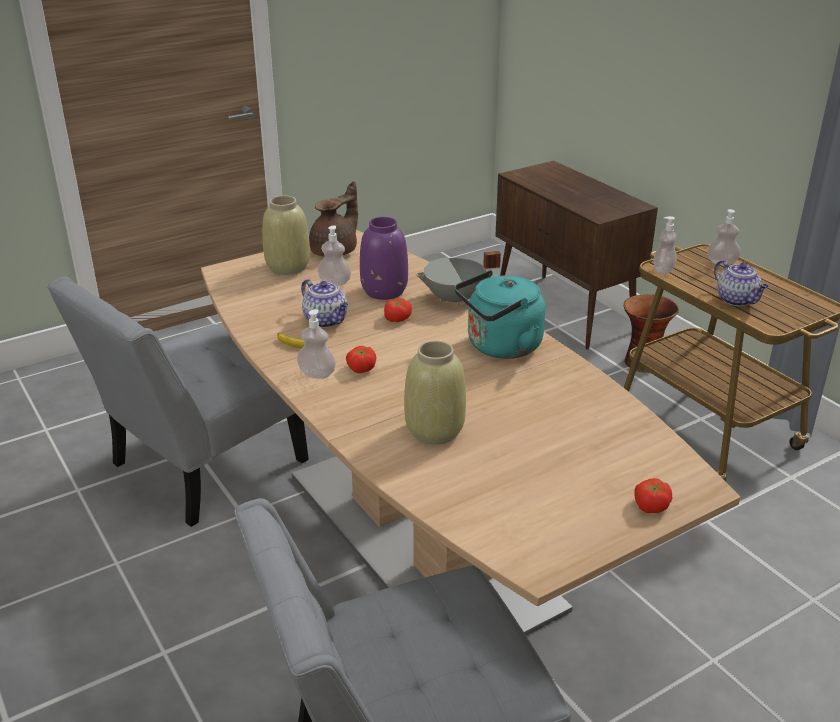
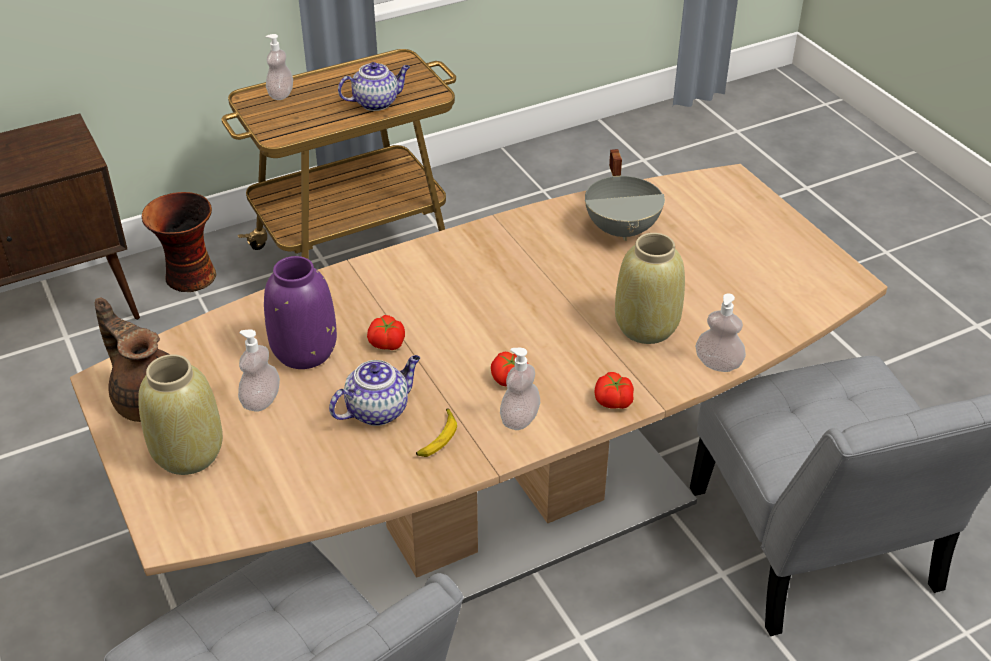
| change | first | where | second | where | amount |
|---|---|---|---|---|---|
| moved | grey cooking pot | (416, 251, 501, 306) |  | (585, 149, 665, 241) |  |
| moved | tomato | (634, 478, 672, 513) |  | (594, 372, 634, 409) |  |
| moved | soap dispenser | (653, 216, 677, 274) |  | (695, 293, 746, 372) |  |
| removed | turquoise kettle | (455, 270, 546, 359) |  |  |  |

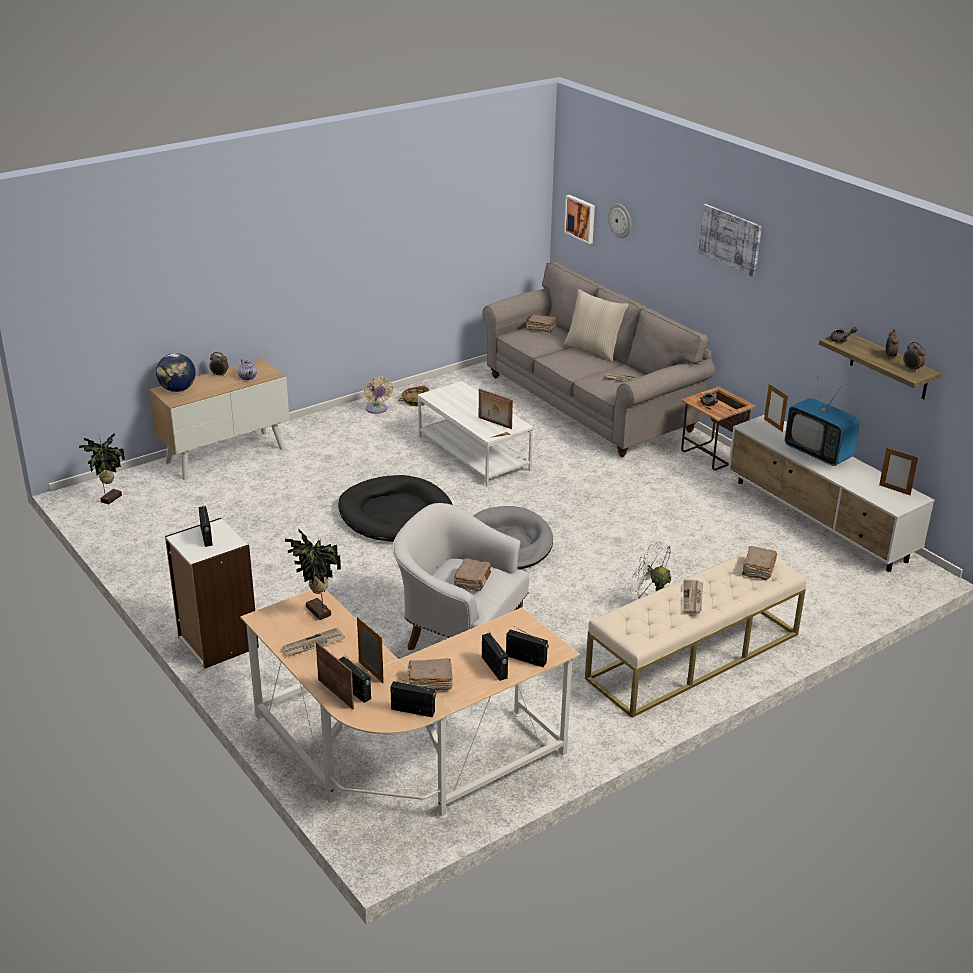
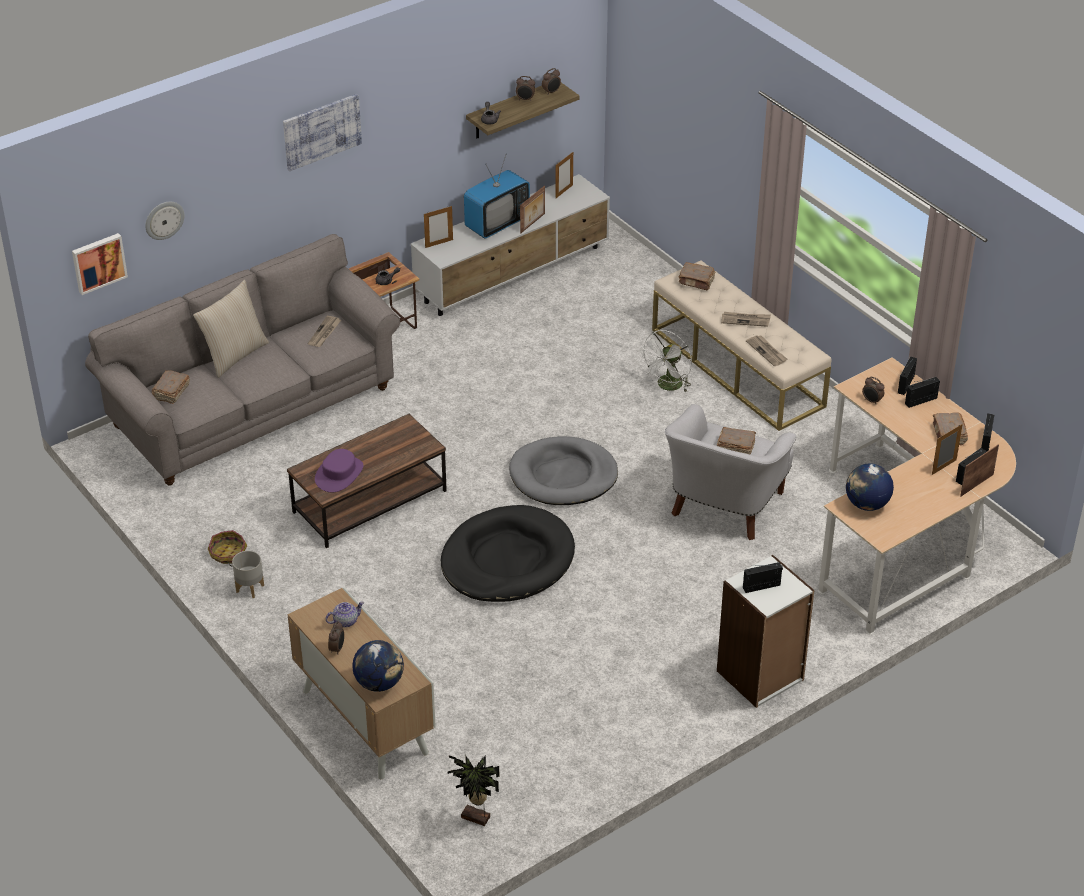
| change | first | where | second | where | amount |
|---|---|---|---|---|---|
| replaced | beige fan | (364, 376, 393, 414) | grey planter | (232, 551, 264, 598) |  |
| recoloured | white coffee table | (417, 381, 534, 486) | brown coffee table | (287, 414, 447, 548) |  |
| added |  |  | purple hat | (315, 449, 364, 492) |  |
| moved | picture frame | (479, 389, 513, 429) |  | (520, 186, 545, 233) |  |
| moved | newspaper | (283, 627, 345, 656) |  | (746, 335, 787, 366) |  |
| replaced | potted plant | (285, 529, 341, 620) | globe | (846, 463, 894, 511) |  |
| added |  |  | alarm clock | (862, 377, 884, 405) |  |

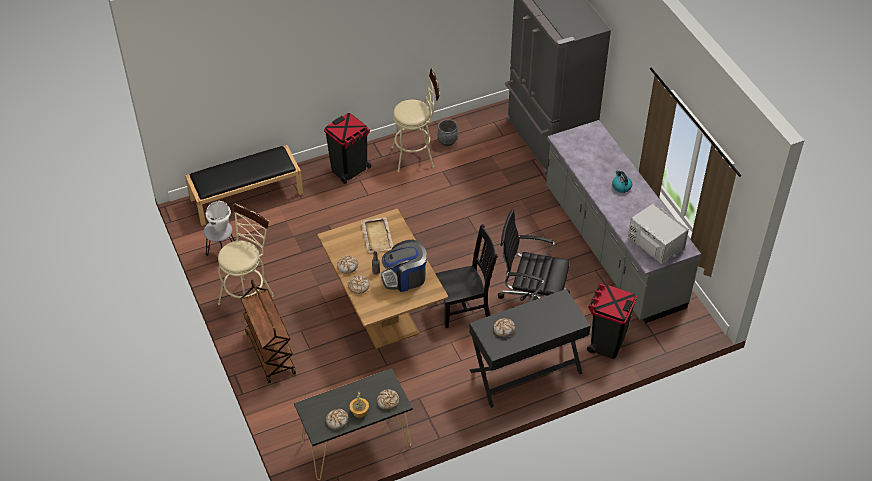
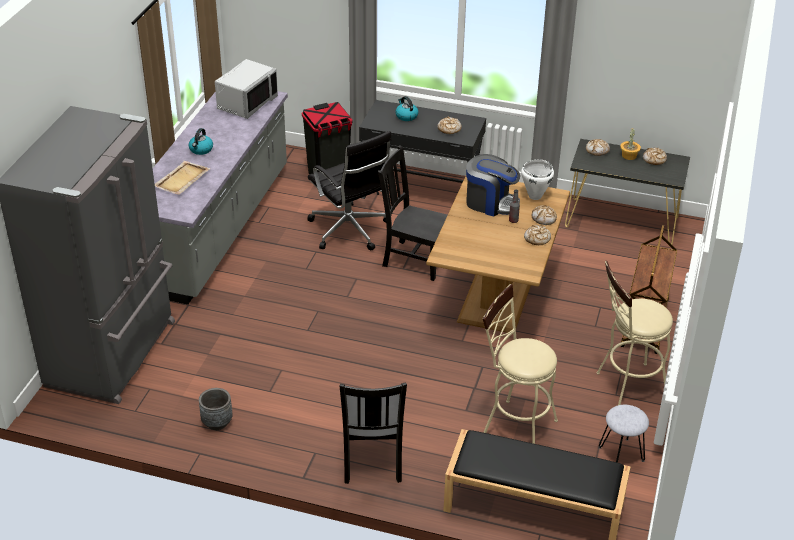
| change | first | where | second | where | amount |
|---|---|---|---|---|---|
| moved | beige tray | (360, 217, 393, 252) |  | (155, 161, 210, 195) |  |
| turned | grey microwave | (628, 203, 689, 264) |  | (215, 59, 278, 119) | 150 degrees counterclockwise |
| replaced | black trash can | (324, 113, 371, 184) | black chair | (340, 383, 407, 484) |  |
| added |  |  | kettle | (395, 96, 418, 121) |  |
| moved | beige stool | (392, 68, 440, 173) |  | (483, 284, 558, 444) |  |
| moved | white cooking pot | (206, 201, 231, 232) |  | (521, 159, 554, 200) |  |

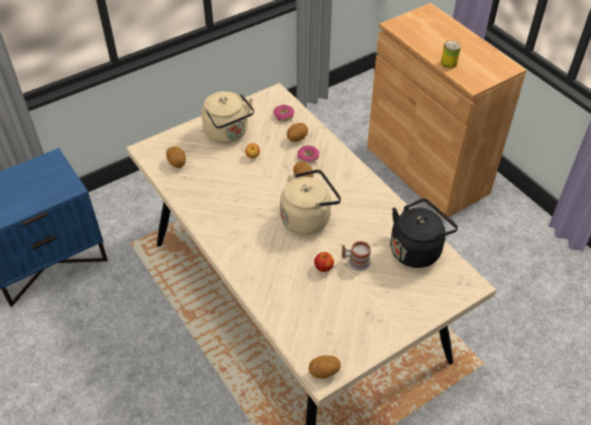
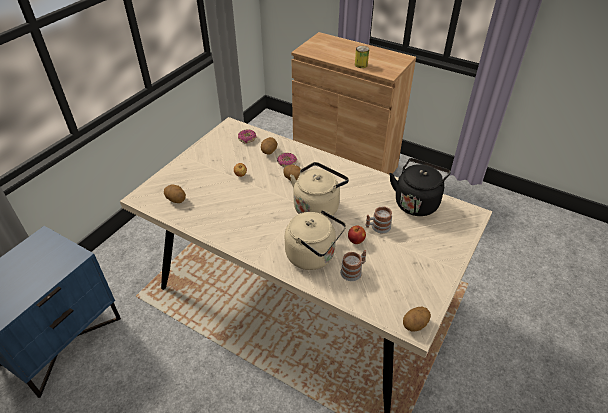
| change | first | where | second | where | amount |
|---|---|---|---|---|---|
| moved | beige kettle | (202, 91, 254, 143) |  | (285, 210, 346, 270) |  |
| added |  |  | mug | (340, 250, 366, 281) |  |

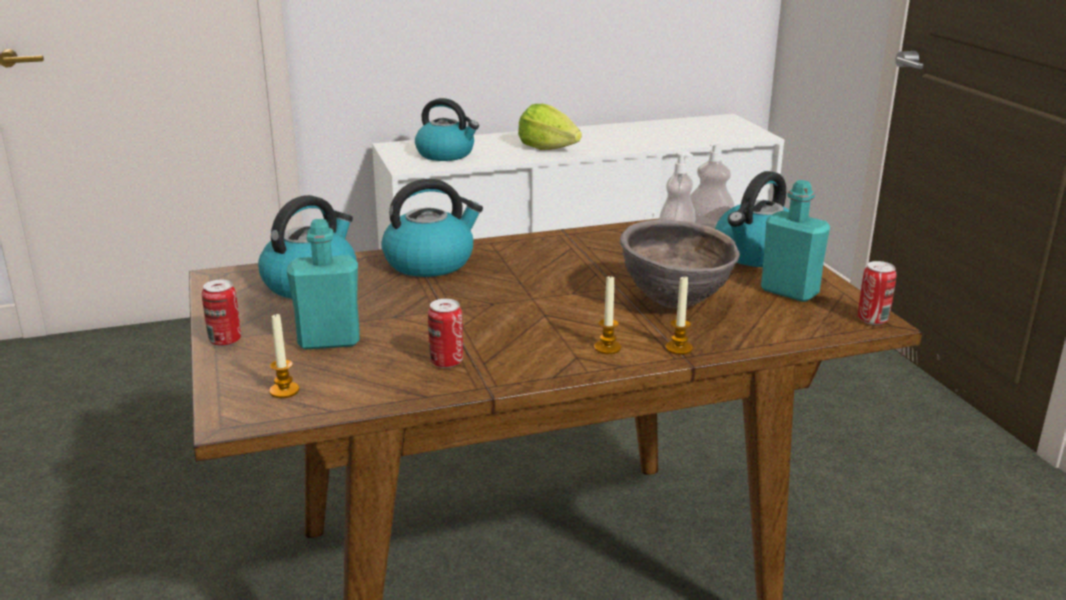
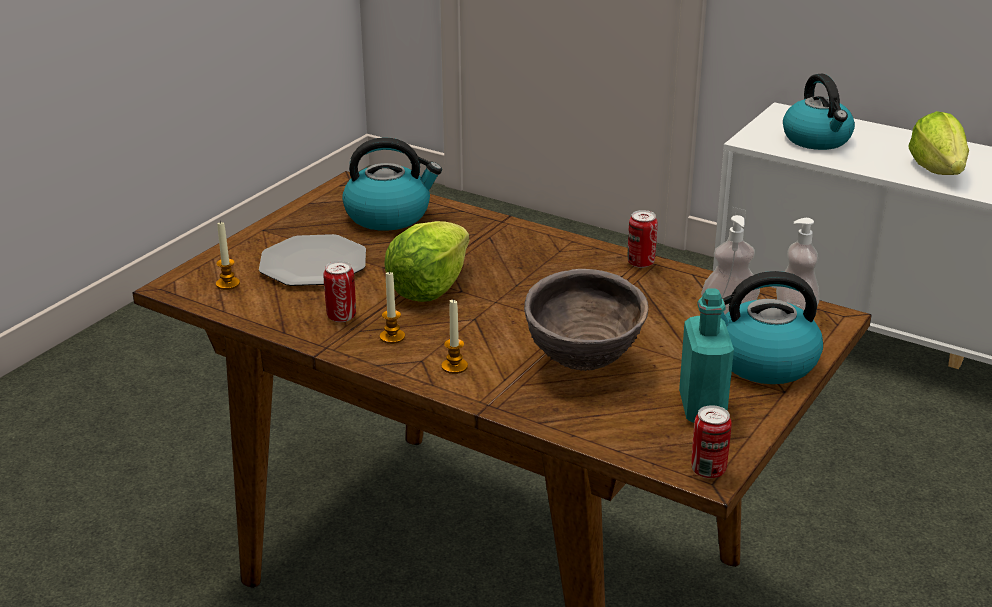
| change | first | where | second | where | amount |
|---|---|---|---|---|---|
| replaced | turquoise bottle | (287, 219, 360, 350) | plate | (259, 234, 366, 286) |  |
| moved | candle | (666, 277, 693, 355) |  | (380, 271, 405, 344) |  |
| added |  |  | lettuce | (384, 221, 469, 302) |  |
| moved | can | (202, 280, 241, 346) |  | (628, 210, 657, 268) |  |
| removed | kettle | (381, 179, 483, 277) |  |  |  |

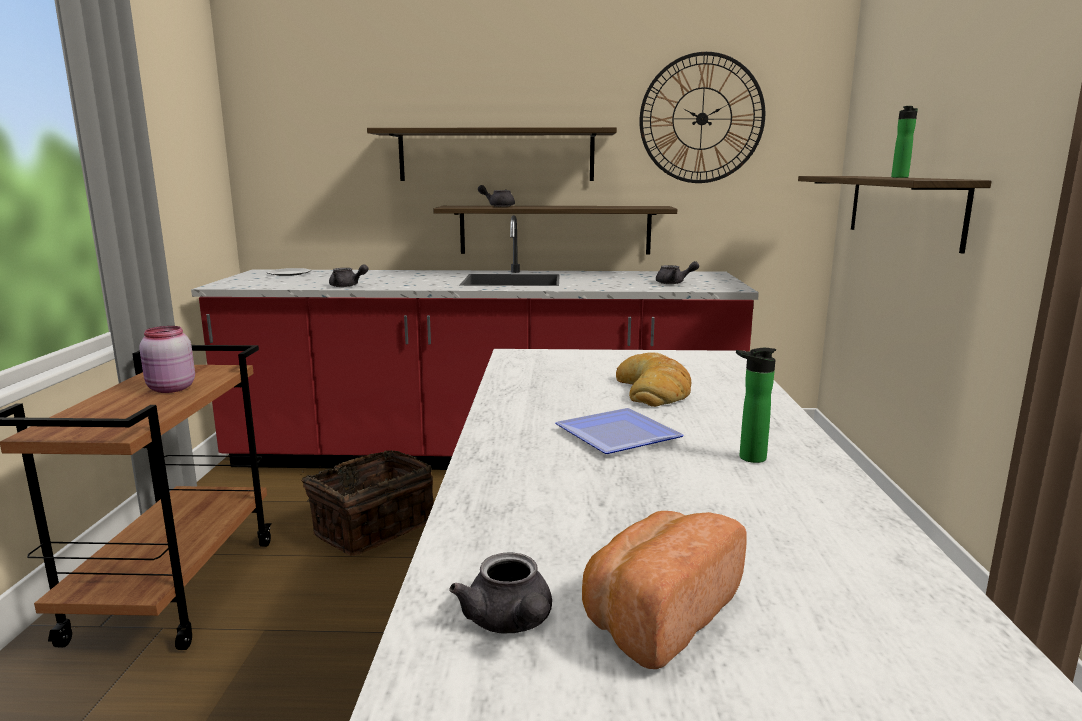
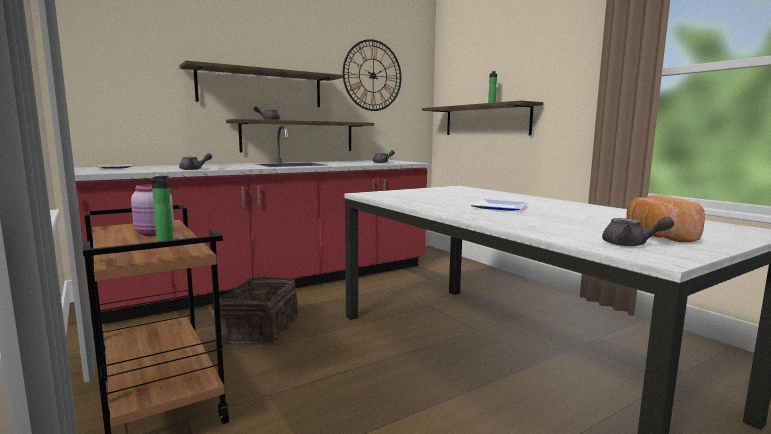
| change | first | where | second | where | amount |
|---|---|---|---|---|---|
| moved | bottle | (736, 348, 776, 463) |  | (144, 176, 173, 241) |  |
| removed | bread | (616, 352, 691, 407) |  |  |  |

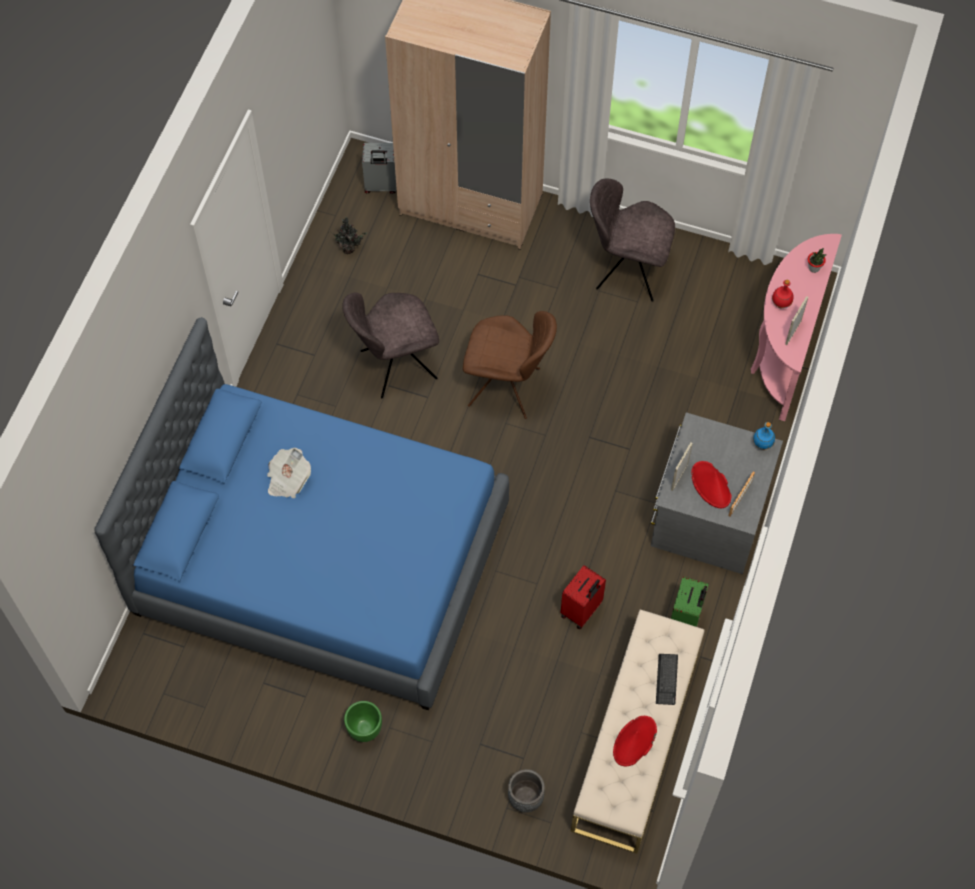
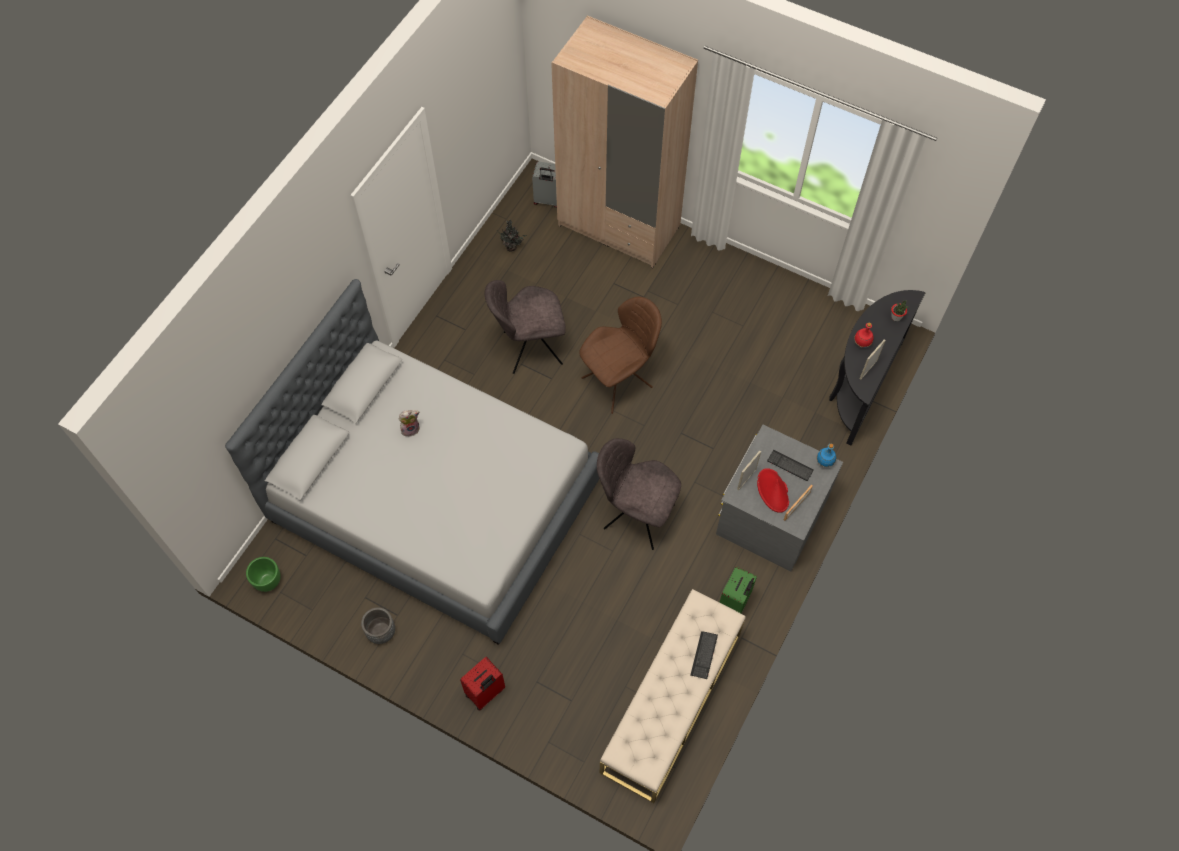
| change | first | where | second | where | amount |
|---|---|---|---|---|---|
| recoloured | blue bed | (95, 317, 509, 710) | grey bed | (225, 279, 599, 645) |  |
| moved | green planter | (344, 701, 382, 742) |  | (246, 557, 281, 592) |  |
| moved | grey planter | (508, 769, 545, 812) |  | (361, 607, 395, 644) |  |
| replaced | newspaper | (267, 448, 311, 498) | plush toy | (399, 410, 420, 436) |  |
| moved | red suitcase | (561, 565, 606, 629) |  | (460, 657, 505, 711) |  |
| turned | brown chair | (463, 311, 557, 419) |  | (579, 297, 662, 414) | 60 degrees counterclockwise |
| moved | grey chair | (590, 179, 675, 302) |  | (597, 438, 681, 550) |  |
| added |  |  | keyboard | (767, 450, 814, 481) |  |
| recoloured | pink console table | (751, 234, 842, 421) | black console table | (829, 290, 926, 445) |  |
| removed | red hat | (613, 716, 657, 766) |  |  |  |

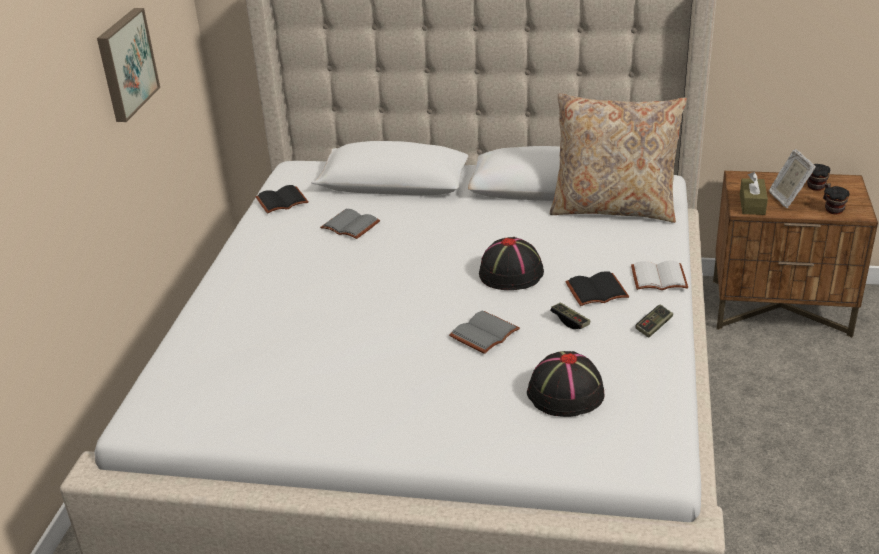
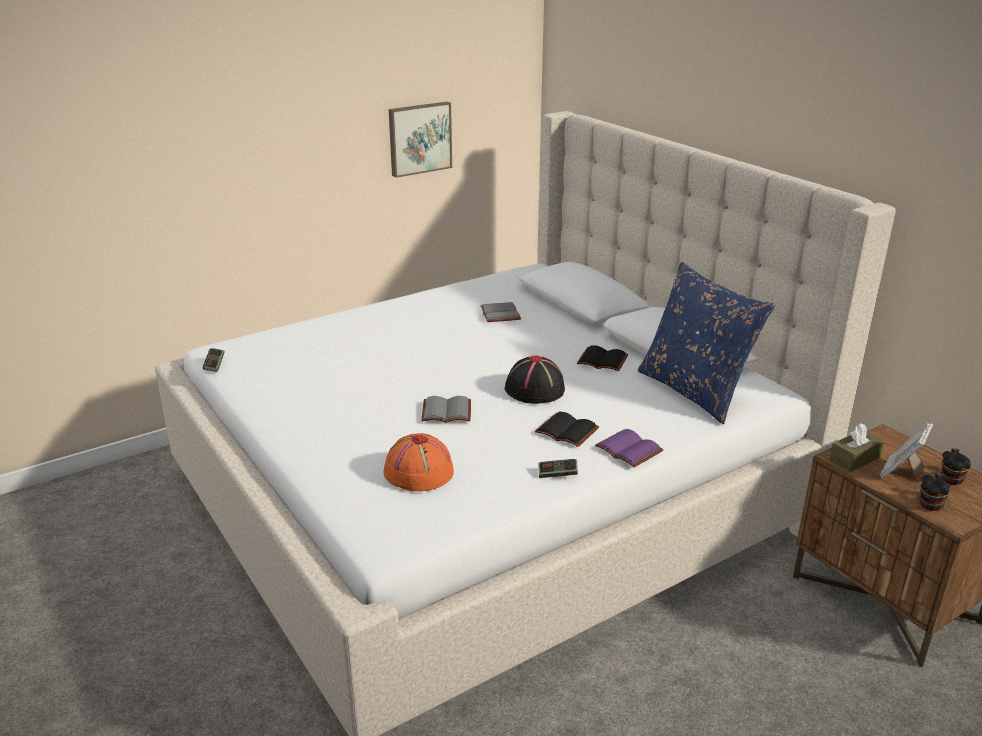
| change | first | where | second | where | amount |
|---|---|---|---|---|---|
| moved | game controller | (550, 302, 591, 329) |  | (203, 348, 224, 372) |  |
| recoloured | black hat | (527, 351, 605, 417) | orange hat | (384, 433, 454, 491) |  |
| moved | black book | (256, 185, 309, 214) |  | (577, 345, 628, 372) |  |
| recoloured | white book | (631, 261, 688, 290) | purple book | (595, 429, 663, 467) |  |
| recoloured | beige pillow | (550, 93, 687, 223) | blue pillow | (638, 262, 775, 424) |  |

